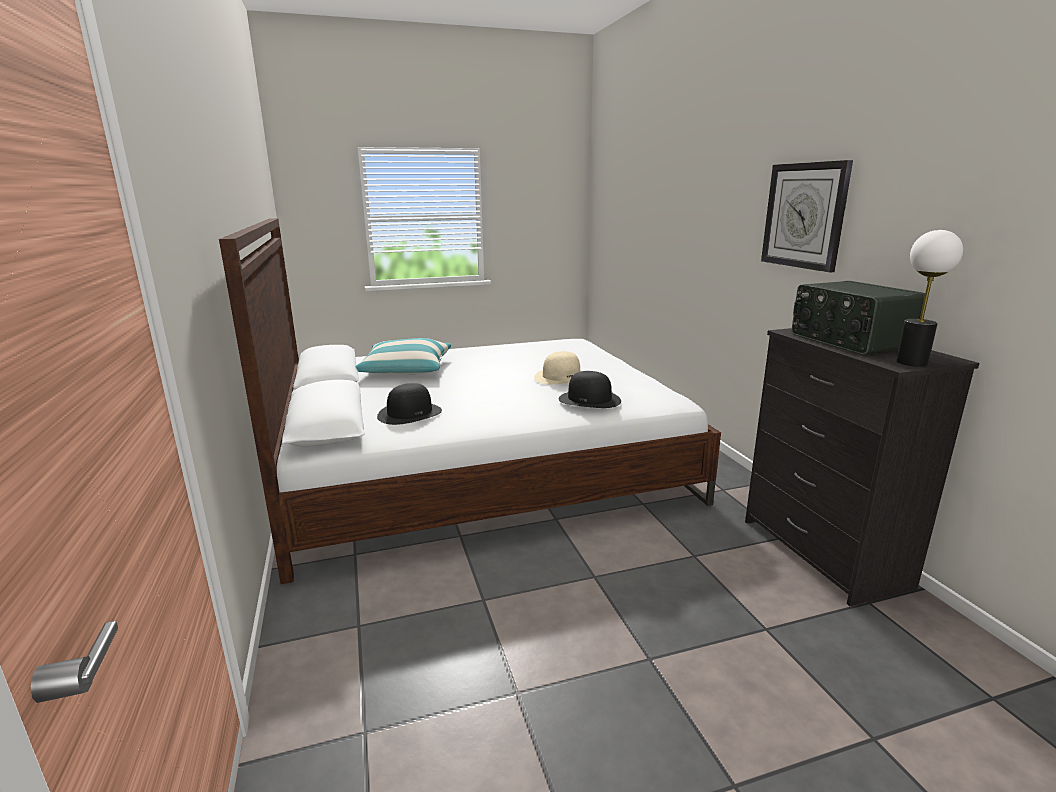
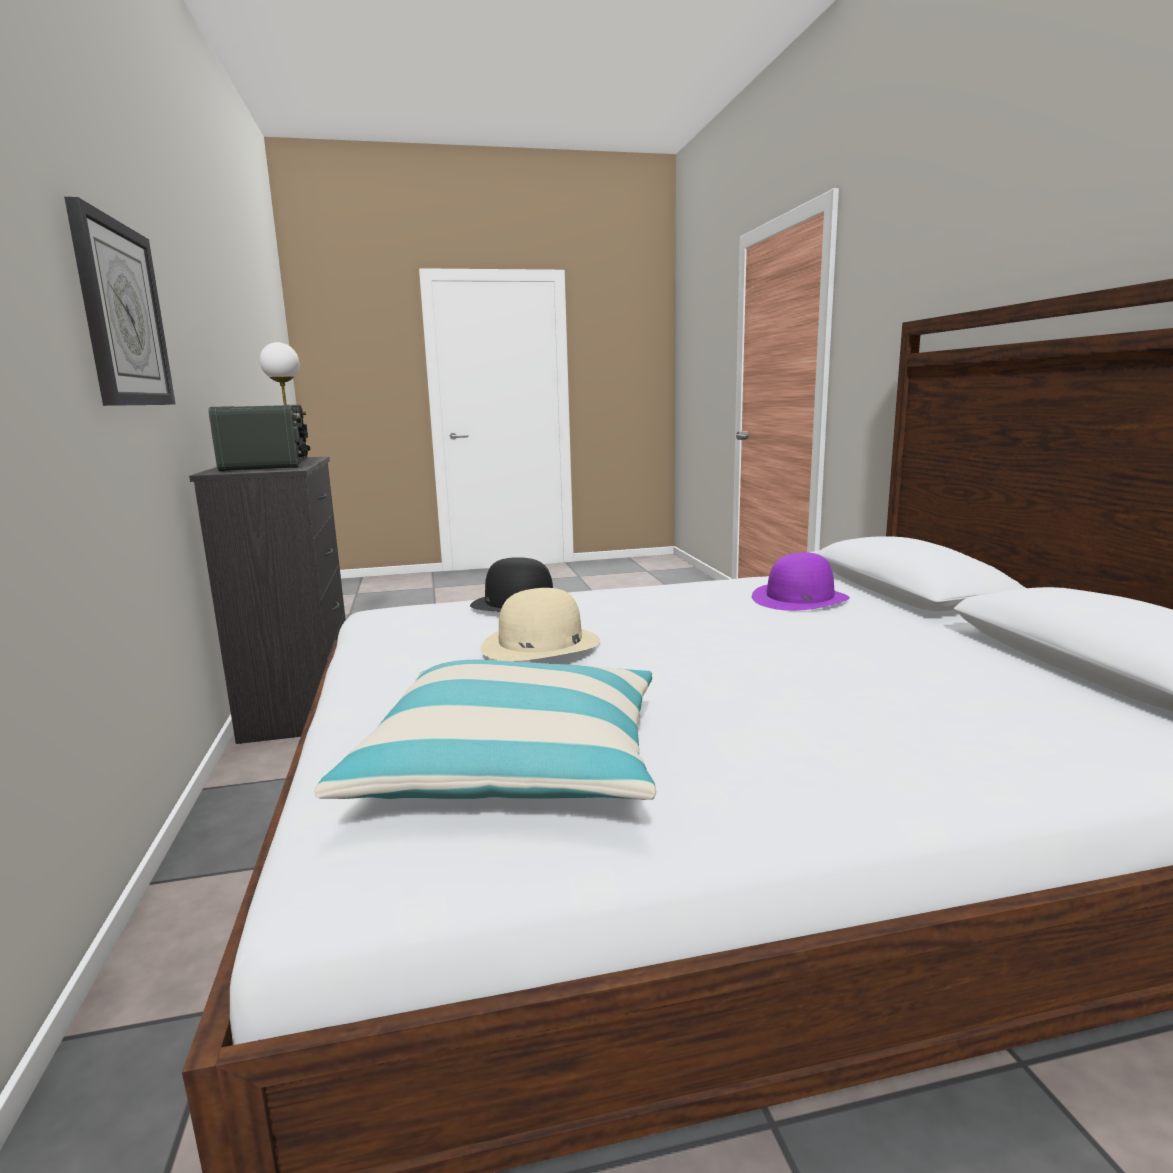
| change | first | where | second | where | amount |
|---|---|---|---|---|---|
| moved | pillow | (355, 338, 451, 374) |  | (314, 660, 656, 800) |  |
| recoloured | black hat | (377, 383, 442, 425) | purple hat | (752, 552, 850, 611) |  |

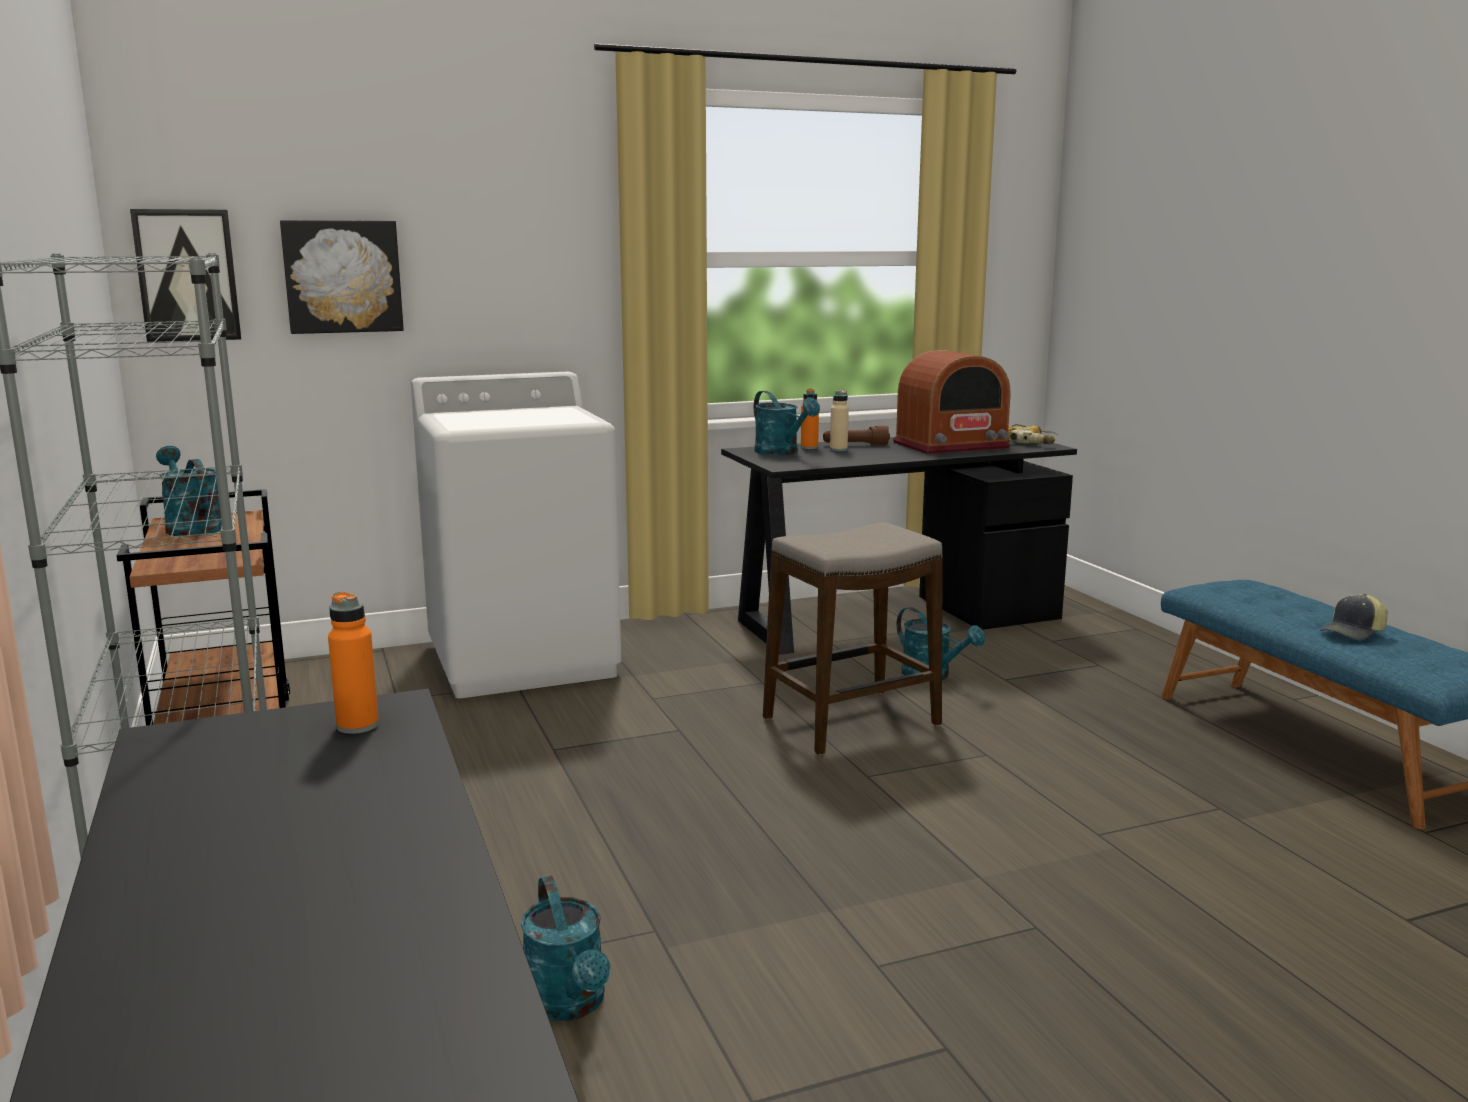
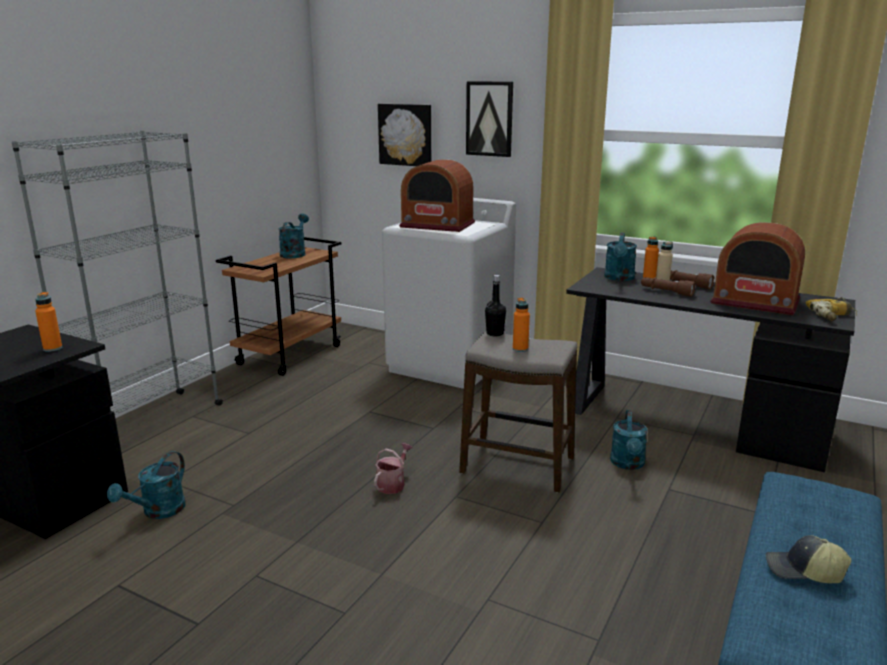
| change | first | where | second | where | amount |
|---|---|---|---|---|---|
| added |  |  | watering can | (374, 443, 413, 494) |  |
| added |  |  | radio | (399, 159, 475, 232) |  |
| moved | picture | (130, 209, 241, 342) |  | (466, 81, 513, 157) |  |
| added |  |  | black bottle | (485, 275, 506, 336) |  |
| added |  |  | orange bottle | (513, 297, 530, 352) |  |
| added |  |  | brown flashlight | (641, 277, 696, 297) |  |

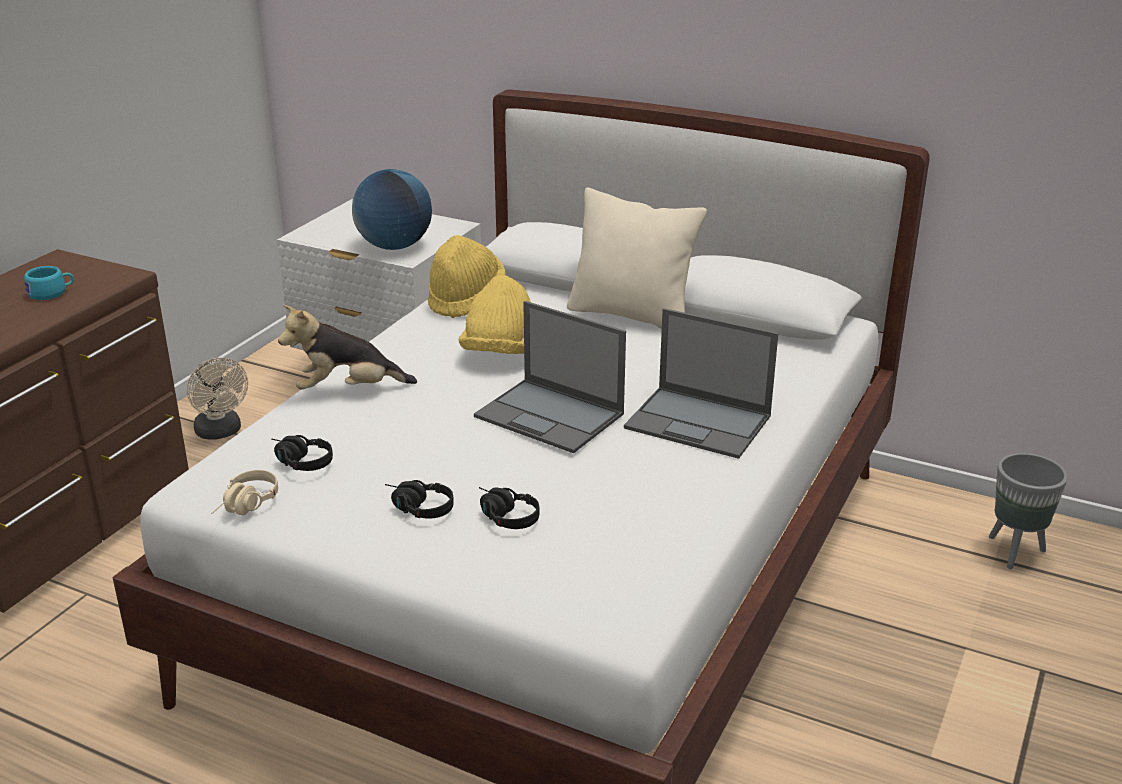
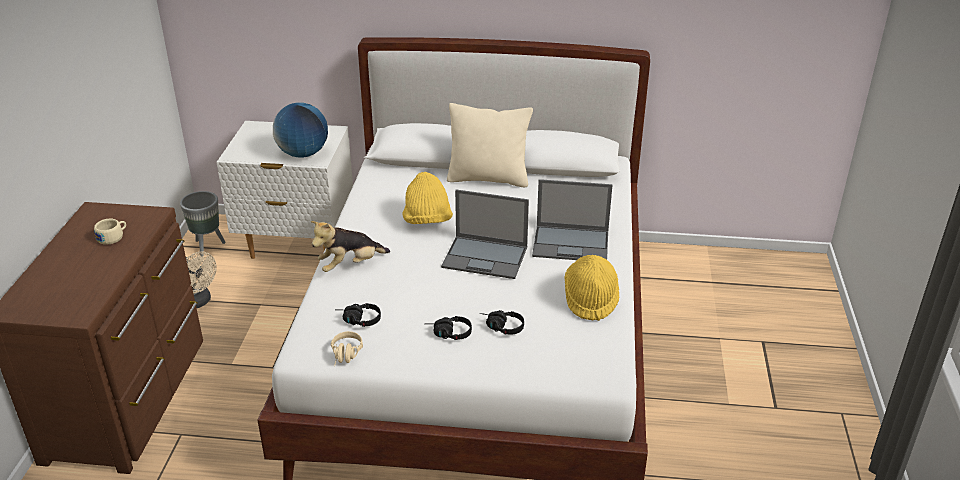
| change | first | where | second | where | amount |
|---|---|---|---|---|---|
| recoloured | turquoise cup | (24, 266, 74, 300) | beige cup | (94, 219, 126, 245) |  |
| moved | grey planter | (989, 453, 1068, 569) |  | (180, 191, 226, 256) |  |
| moved | yellow hat | (428, 235, 506, 318) |  | (564, 255, 619, 321) |  |

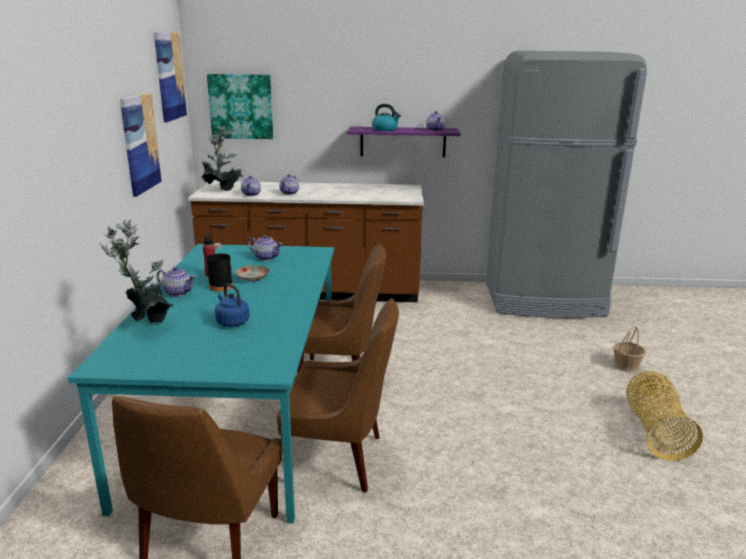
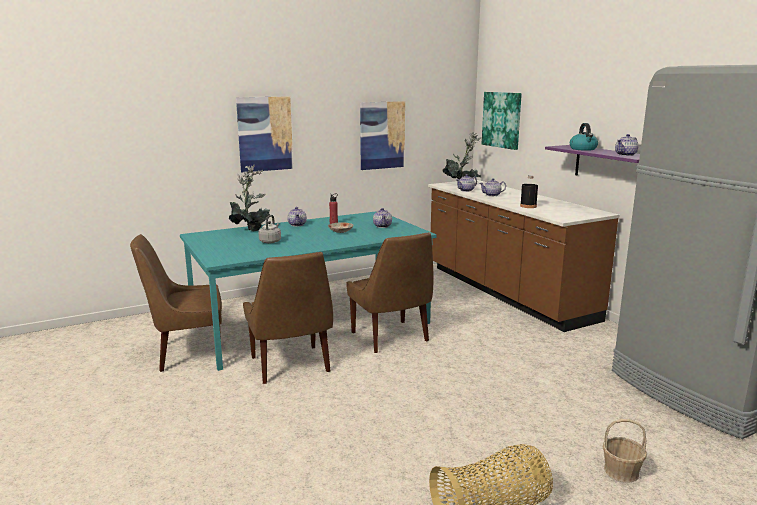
| change | first | where | second | where | amount |
|---|---|---|---|---|---|
| moved | picture | (154, 32, 187, 122) |  | (236, 96, 293, 172) |  |
| recoloured | blue kettle | (215, 283, 250, 327) | grey kettle | (258, 215, 281, 243) |  |
| moved | black bottle | (207, 243, 233, 291) |  | (520, 175, 538, 208) |  |

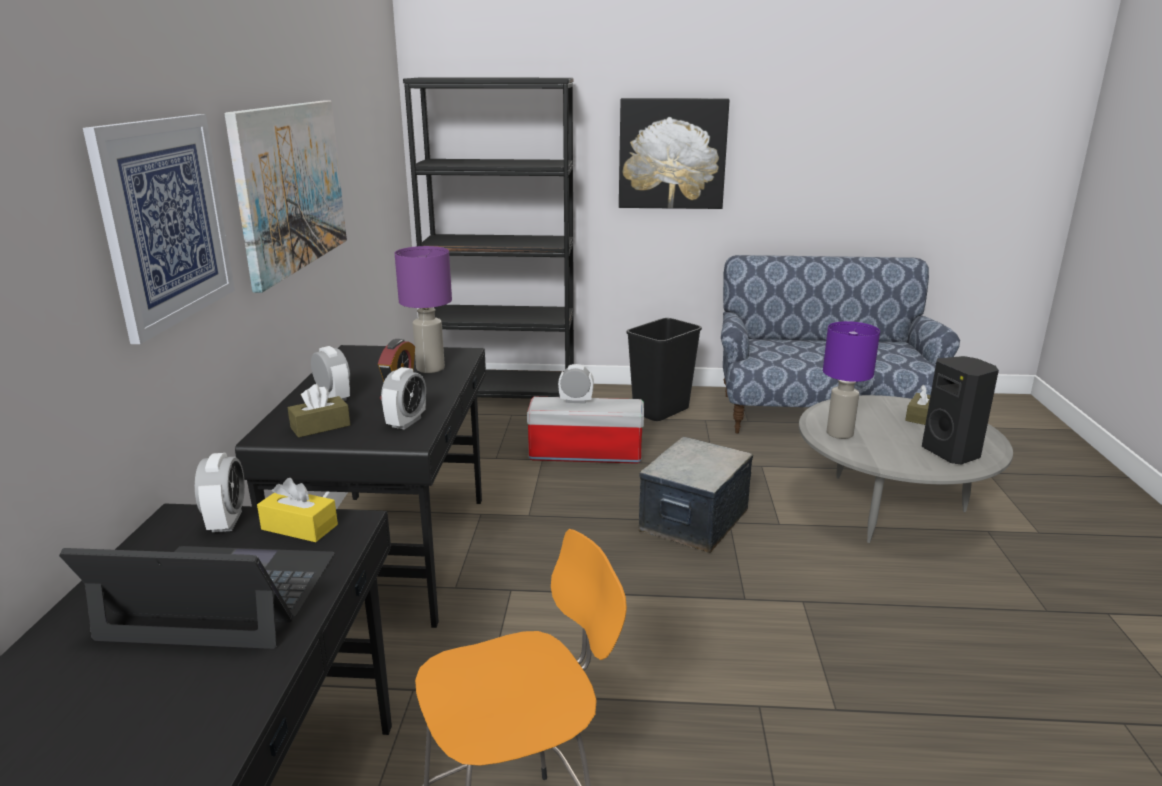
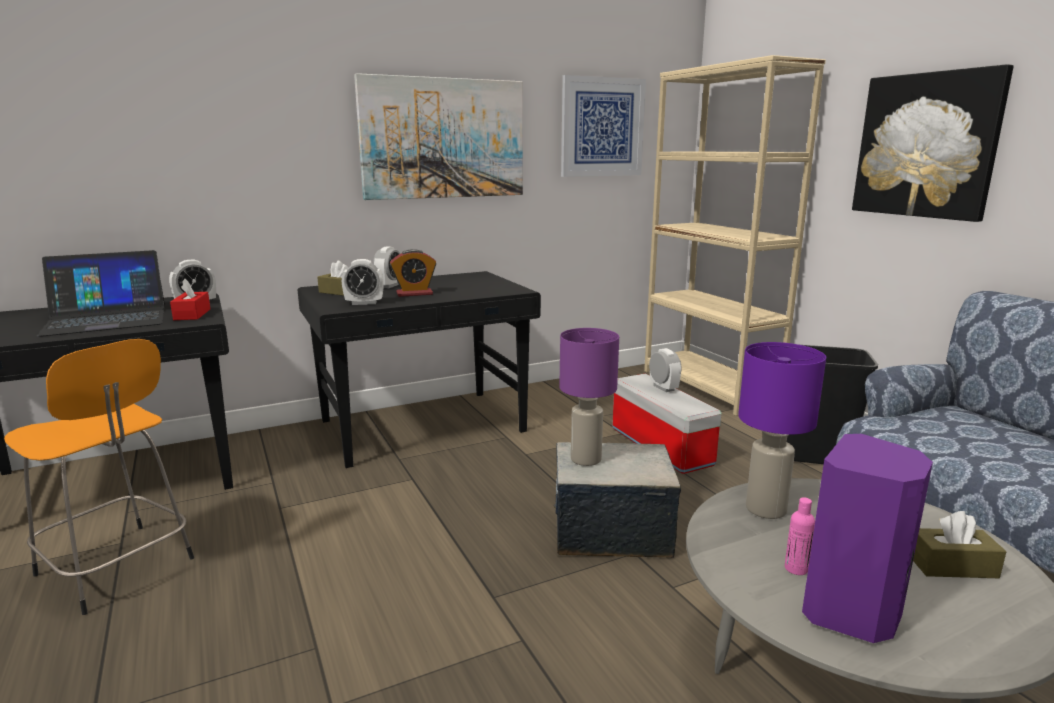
| change | first | where | second | where | amount |
|---|---|---|---|---|---|
| turned | laptop | (59, 546, 335, 649) |  | (37, 250, 165, 337) | 90 degrees clockwise |
| recoloured | yellow tissue box | (257, 478, 338, 542) | red tissue box | (170, 279, 211, 320) |  |
| moved | purple table lamp | (395, 246, 452, 373) |  | (559, 328, 619, 466) |  |
| moved | picture | (83, 114, 235, 344) |  | (561, 75, 646, 177) |  |
| recoloured | black bookcase | (403, 77, 574, 399) | beige bookcase | (644, 55, 826, 416) |  |
| added |  |  | pink bottle | (785, 497, 815, 575) |  |
| recoloured | black speaker | (922, 356, 999, 465) | purple speaker | (802, 434, 933, 643) |  |

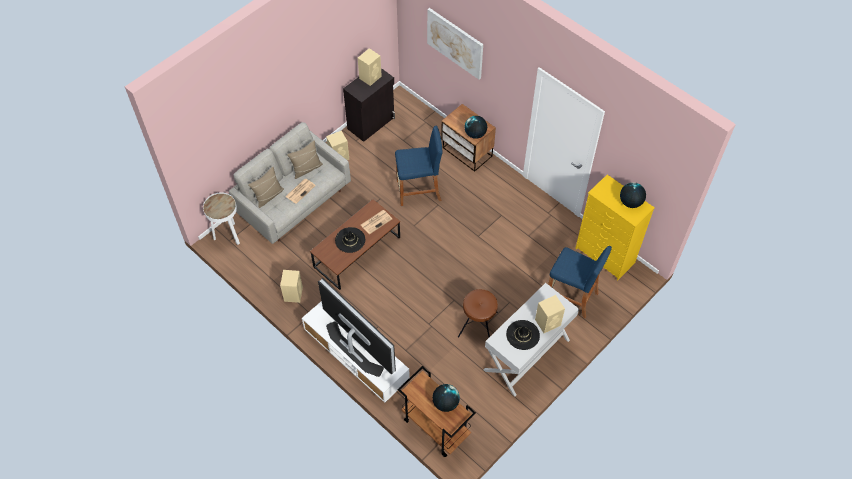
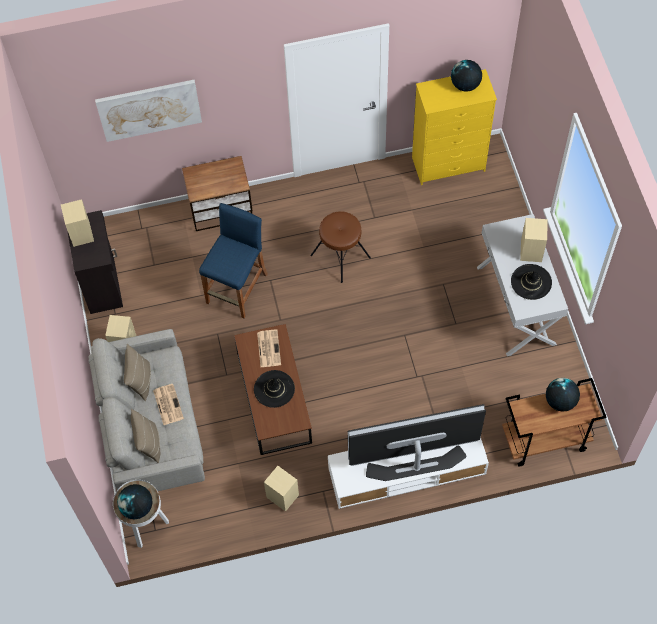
| change | first | where | second | where | amount |
|---|---|---|---|---|---|
| moved | globe | (464, 116, 487, 139) |  | (117, 484, 153, 519) |  |
| moved | brown stool | (458, 289, 498, 338) |  | (310, 211, 371, 283) |  |
| removed | blue stool | (548, 246, 612, 318) |  |  |  |

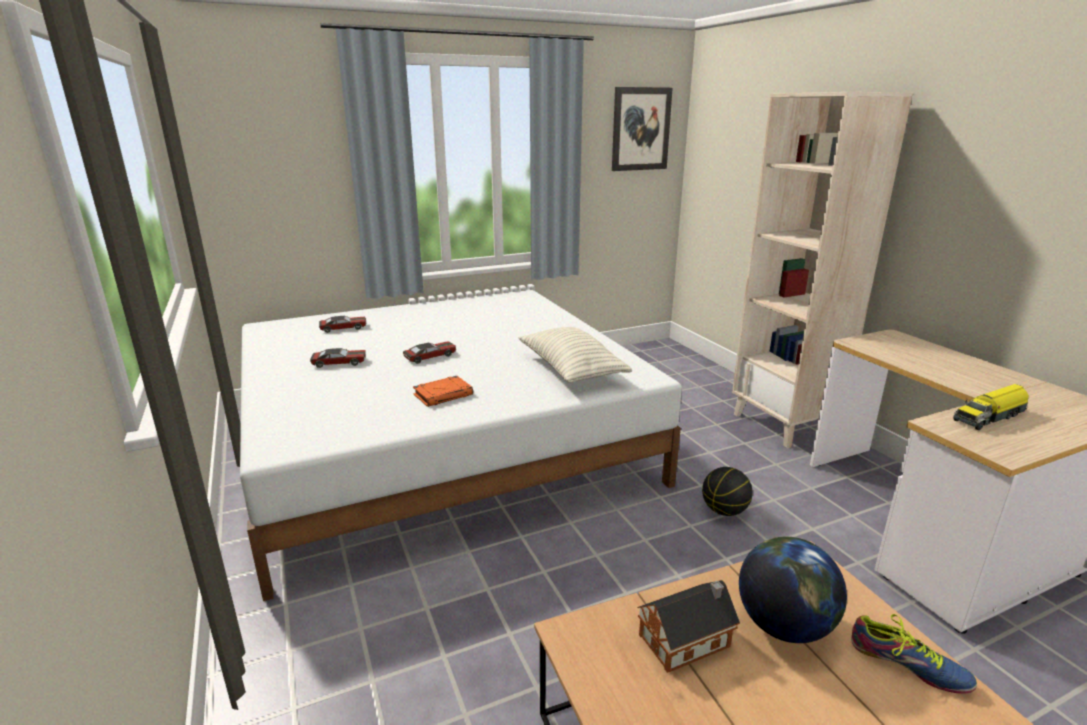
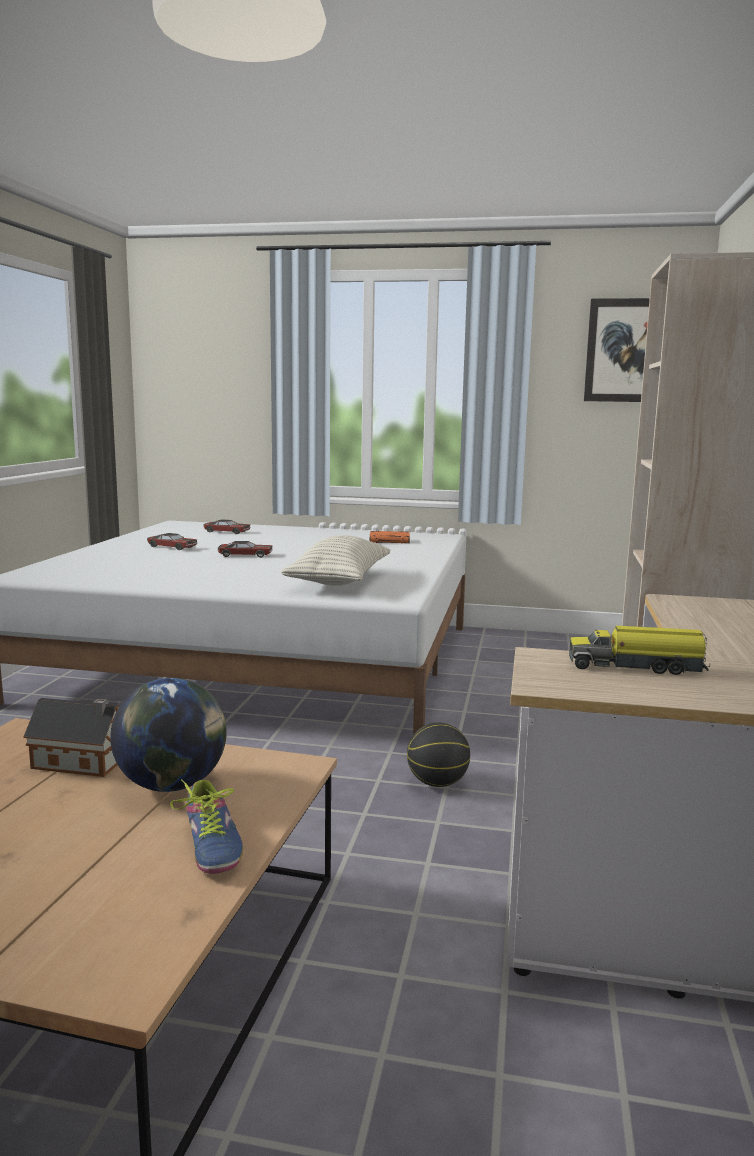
| change | first | where | second | where | amount |
|---|---|---|---|---|---|
| moved | orange book | (413, 376, 473, 407) |  | (370, 531, 410, 543) |  |

